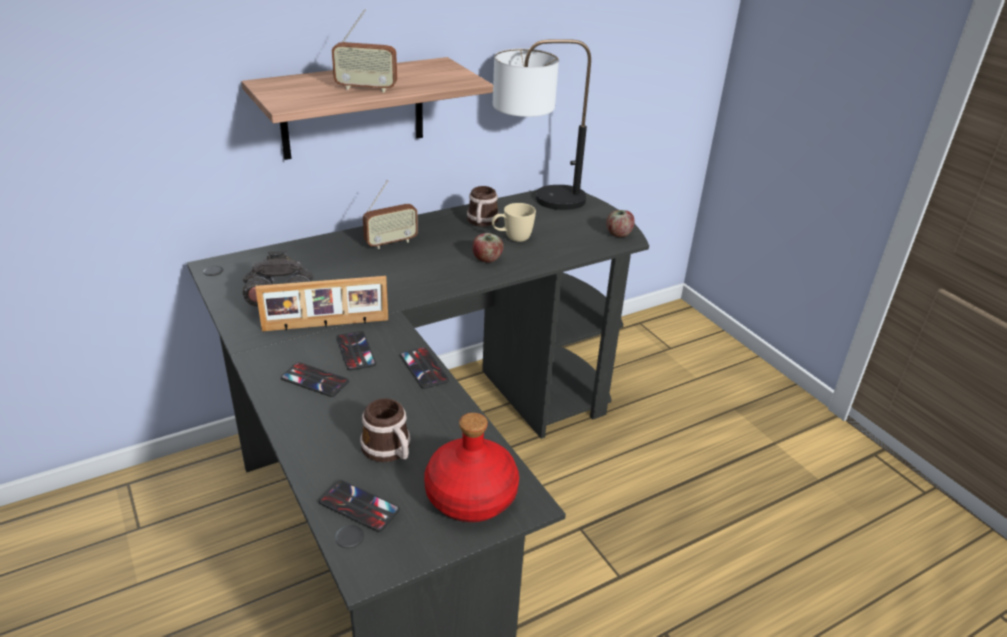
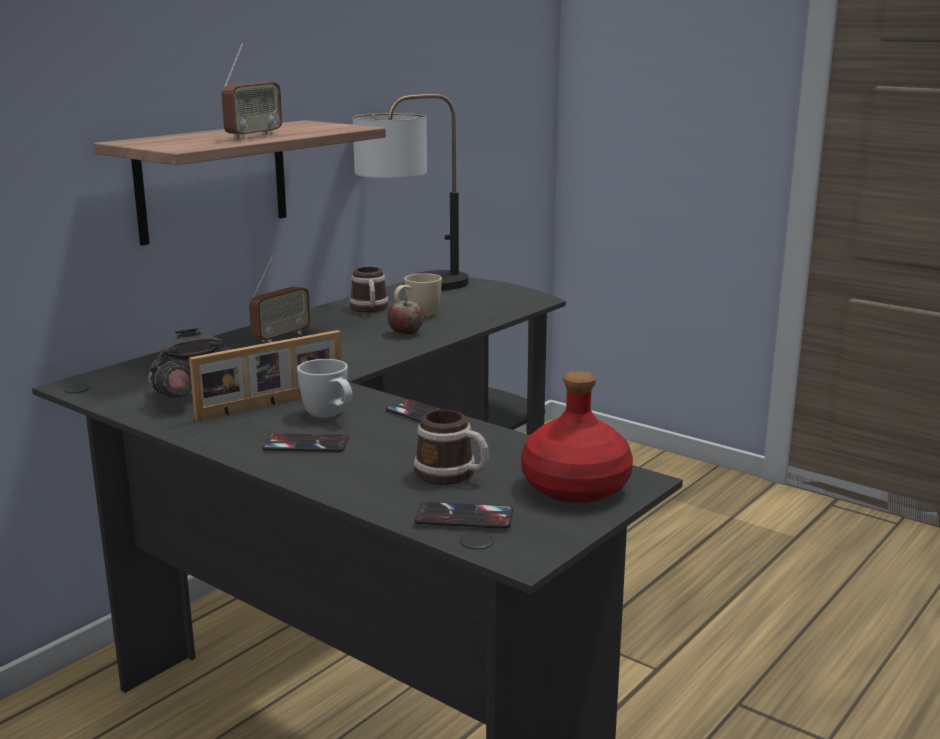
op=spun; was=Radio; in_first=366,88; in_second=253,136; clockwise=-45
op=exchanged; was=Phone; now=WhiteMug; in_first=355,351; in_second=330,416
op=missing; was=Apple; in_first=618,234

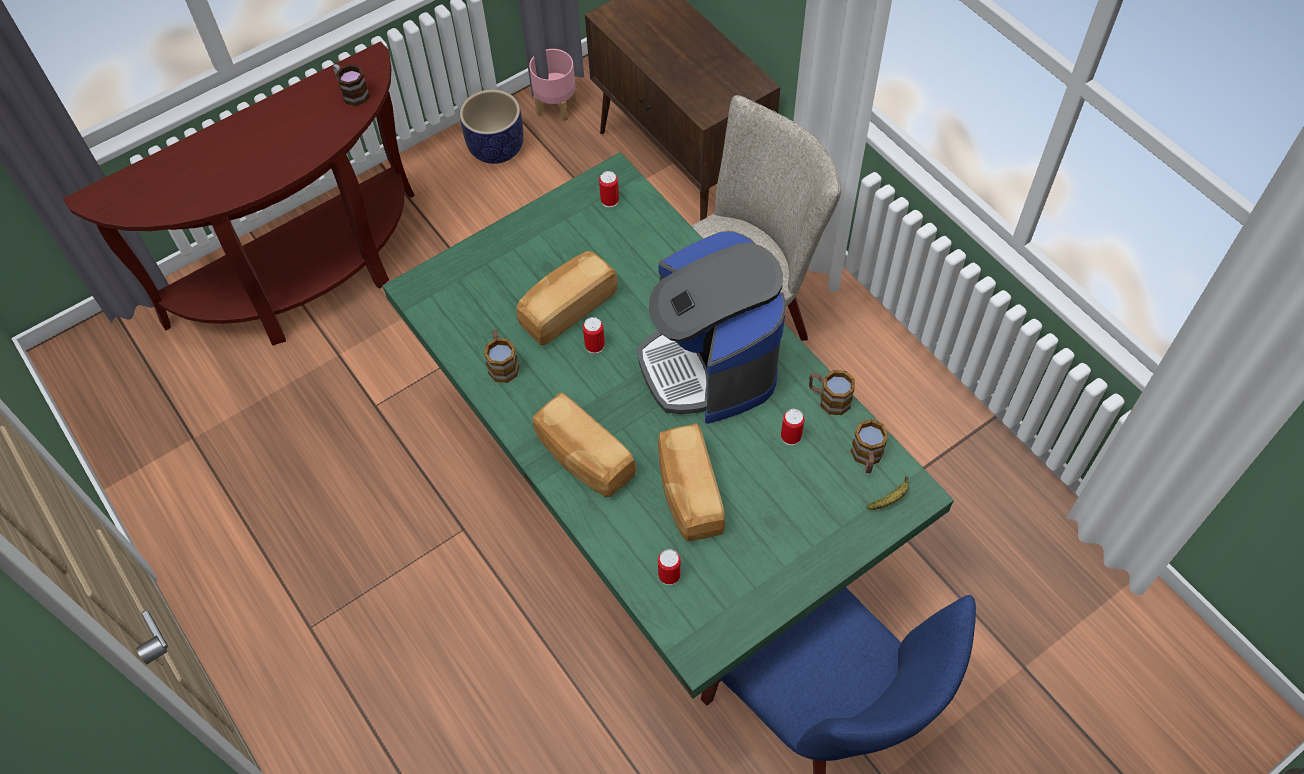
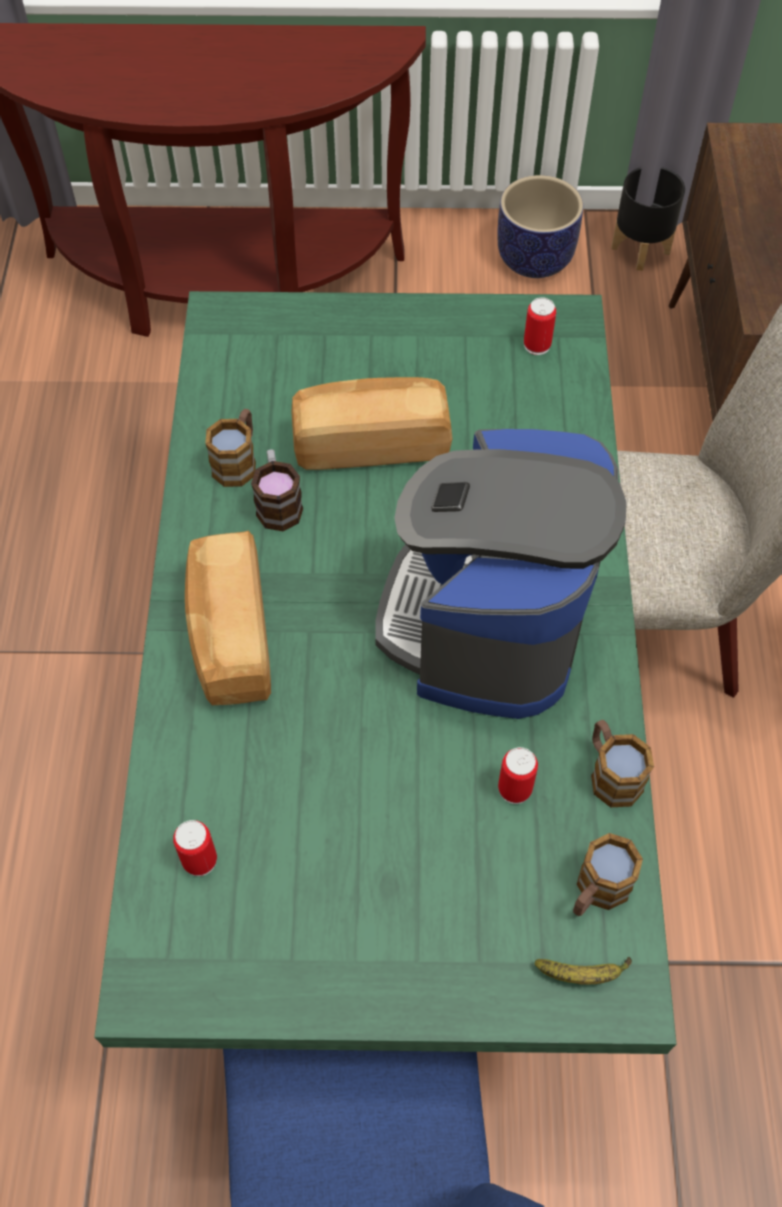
op=relocated; was=Mug; in_first=352,93; in_second=278,503
op=colour; was=PinkPlanter; now=BlackPlanter; in_first=556,106; in_second=641,249
op=missing; was=Can; in_first=594,346
op=missing; was=Bread; in_first=688,493

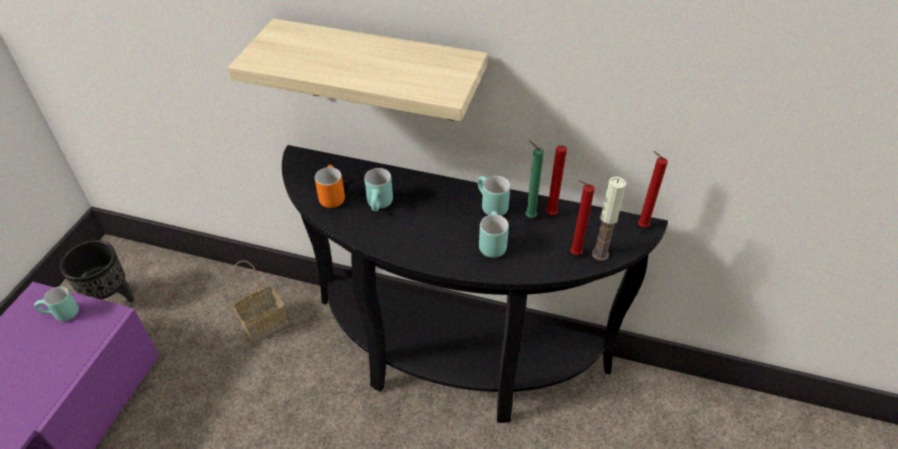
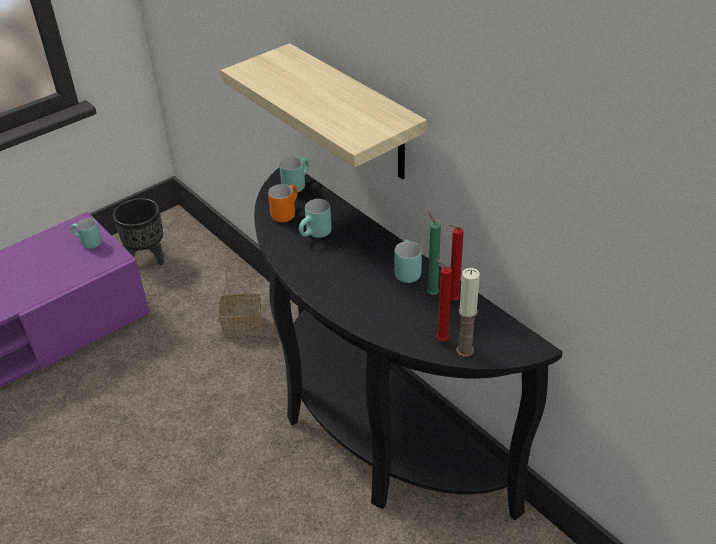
op=relocated; was=TurquoiseMug; in_first=490,244; in_second=296,184
op=missing; was=RedCandle; in_first=640,226

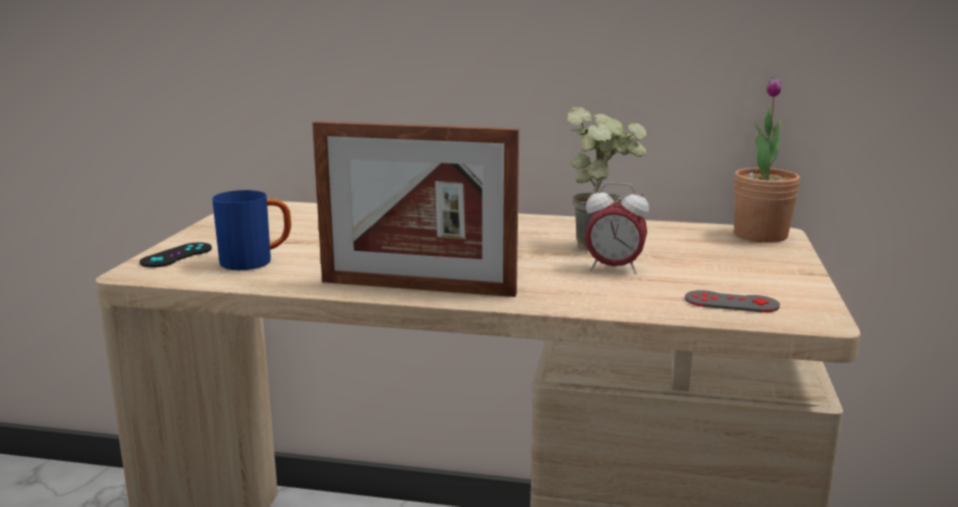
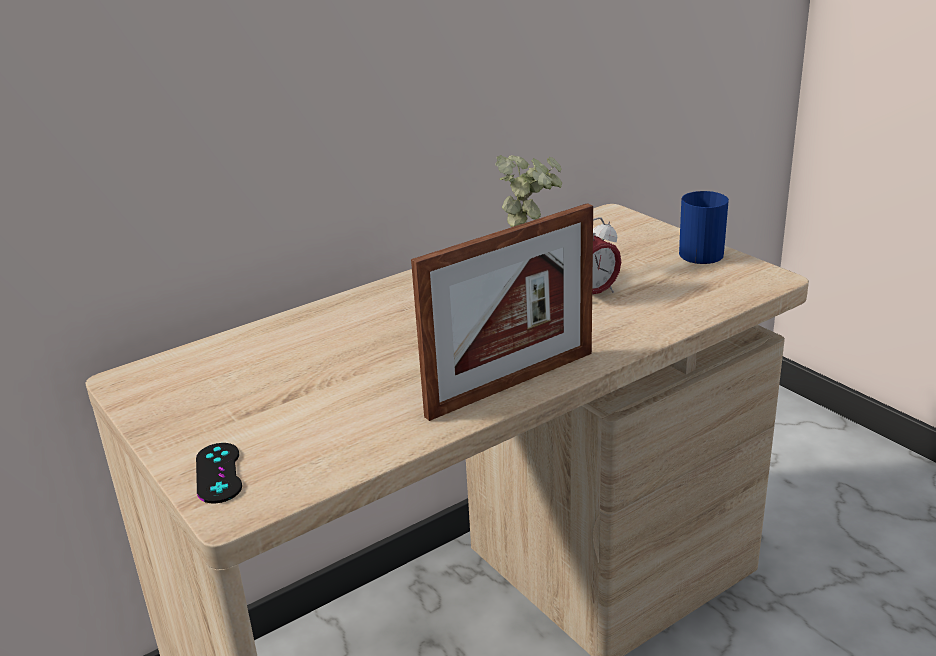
op=relocated; was=BlueMug; in_first=256,262; in_second=703,252
op=missing; was=GreyGameController; in_first=731,302
op=missing; was=PottedPlant; in_first=760,235

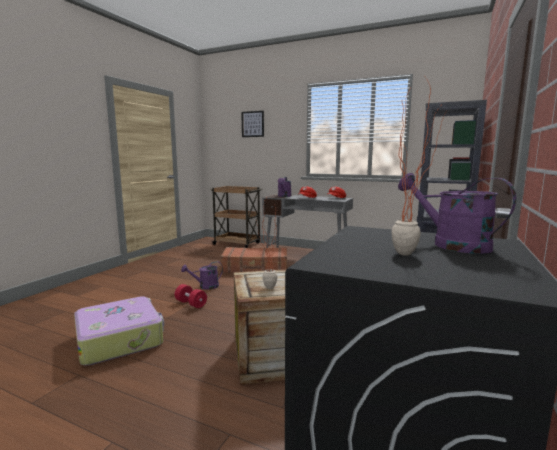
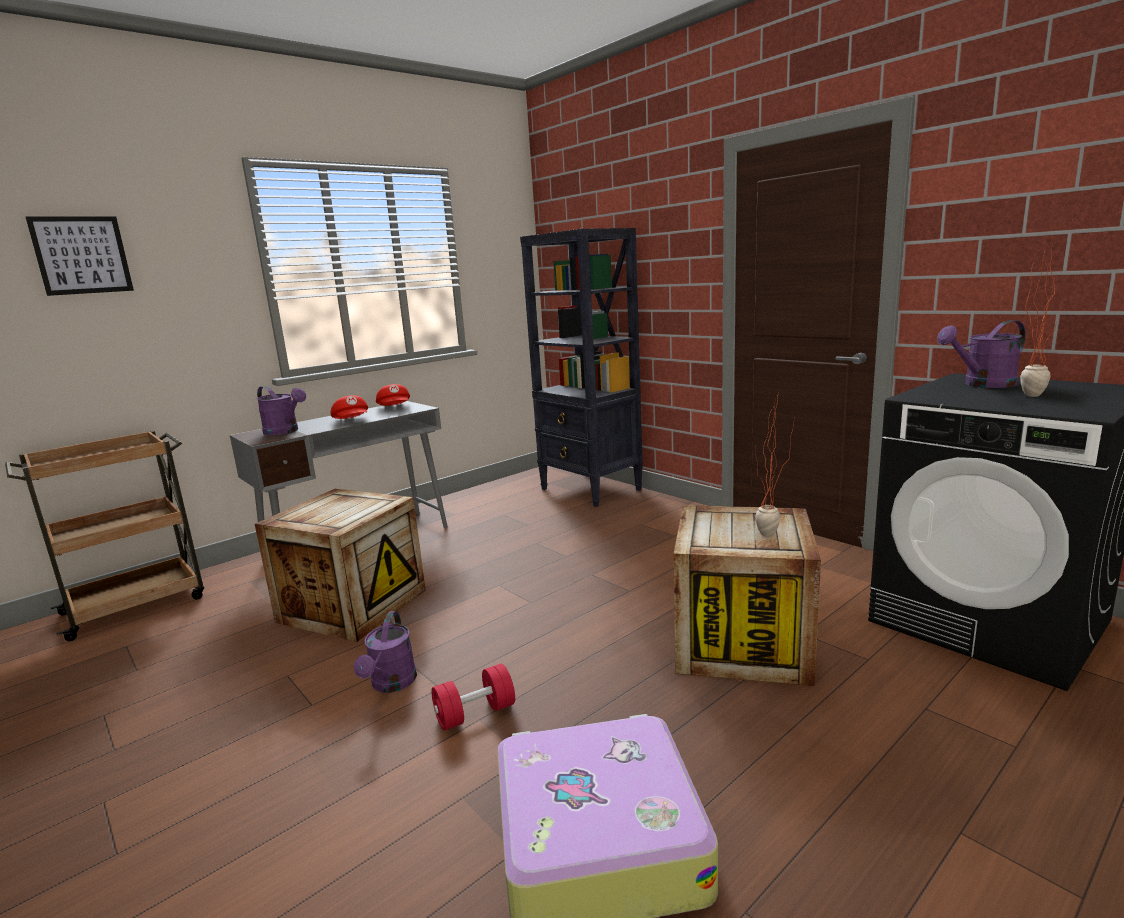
op=exchanged; was=BrownSuitcase; now=Crate; in_first=255,268; in_second=353,606

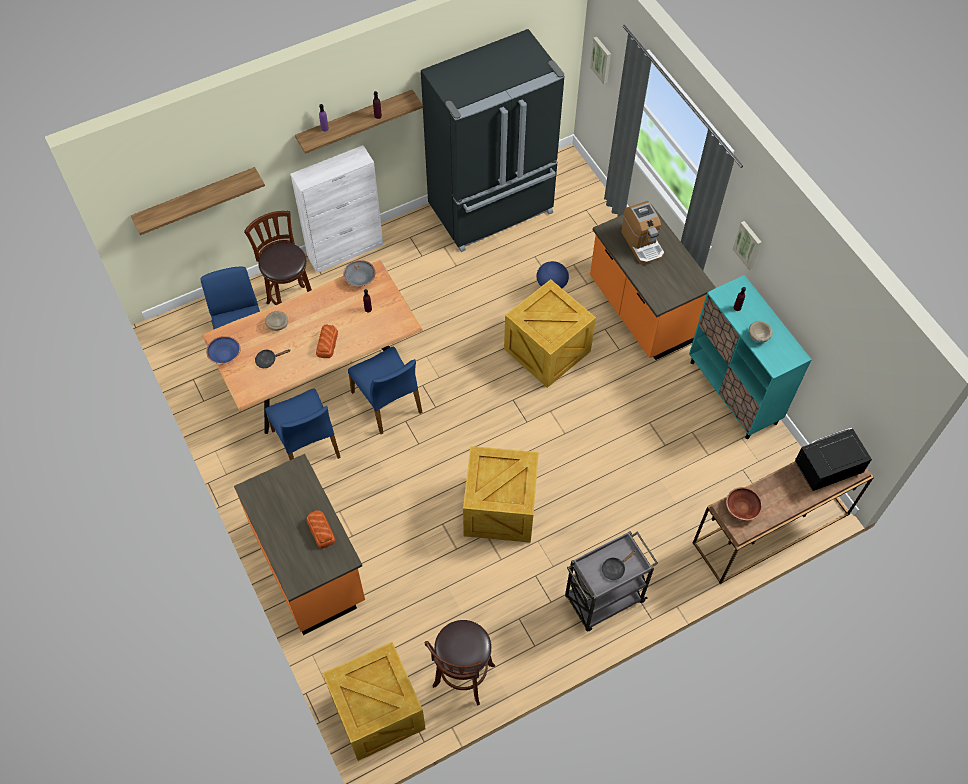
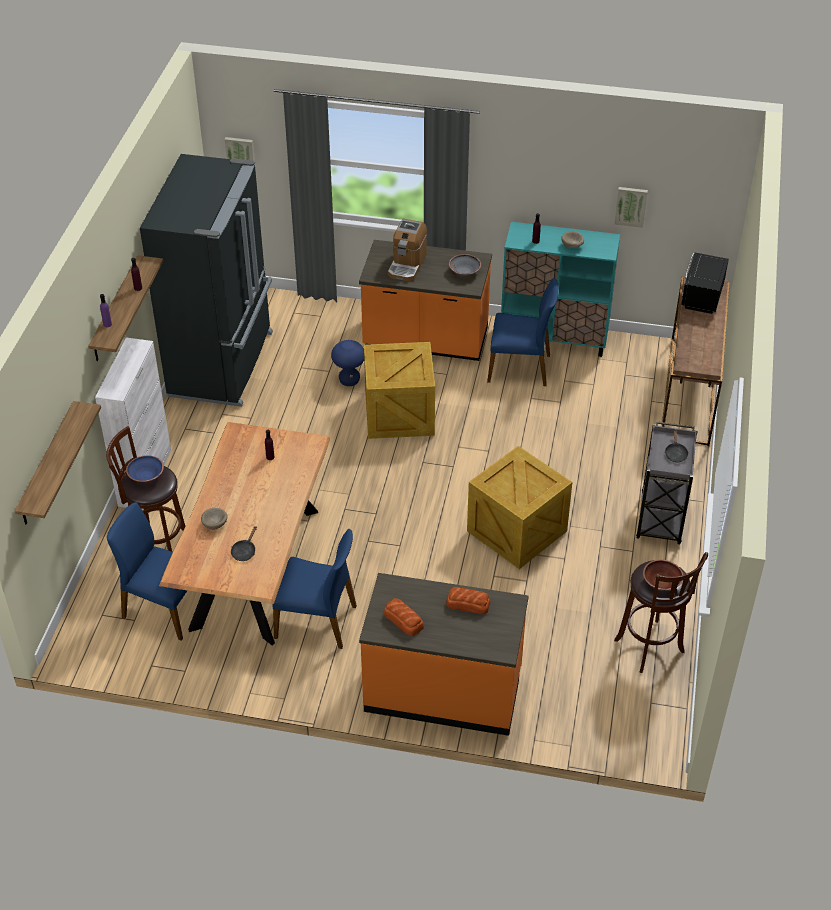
op=relocated; was=BlueBowl; in_first=225,355; in_second=146,476
op=relocated; was=Bread; in_first=326,344; in_second=404,620
op=spun; was=CoffeeMachine; in_first=642,243; in_second=407,265; clockwise=90
op=relocated; was=GreyBowl; in_first=360,278; in_second=464,272
op=relocated; was=BlueChair; in_first=388,402; in_second=520,367
op=relocated; was=Picture; in_first=748,244; in_second=631,206
op=relocated; was=BrownBowl; in_first=741,508; in_second=661,582
op=missing; was=Crate; in_first=379,712

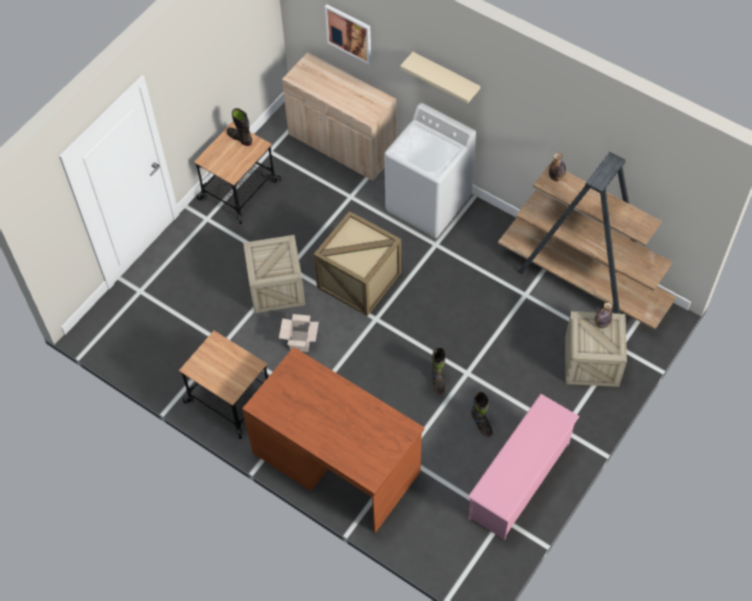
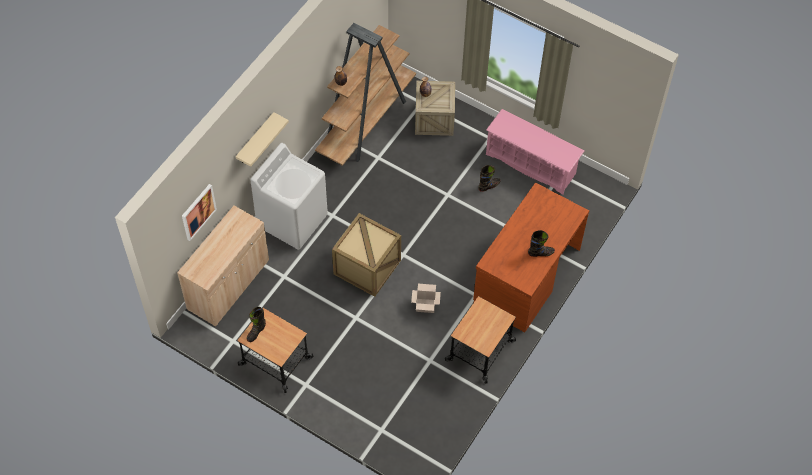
op=relocated; was=BlackBoot; in_first=438,380; in_second=541,253
op=missing; was=Crate; in_first=276,287

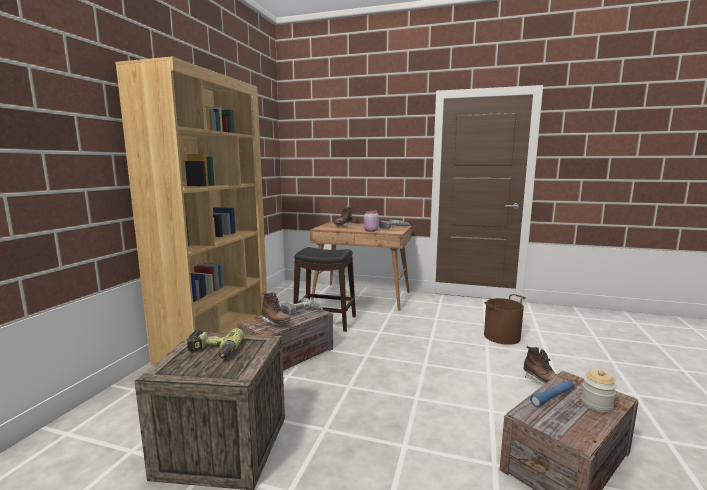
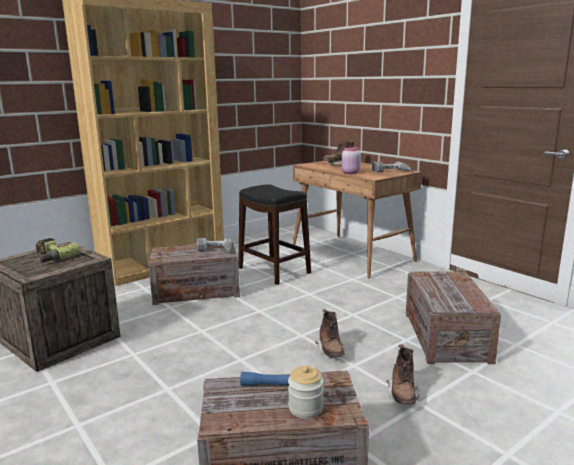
op=relocated; was=BrownBoot; in_first=275,322; in_second=331,351
op=exchanged; was=BrownBucket; now=Crate; in_first=502,337; in_second=446,337

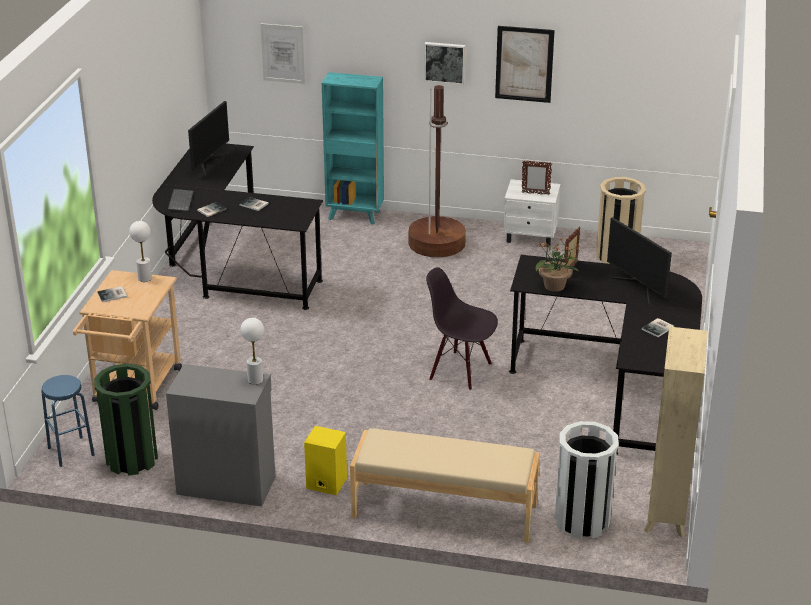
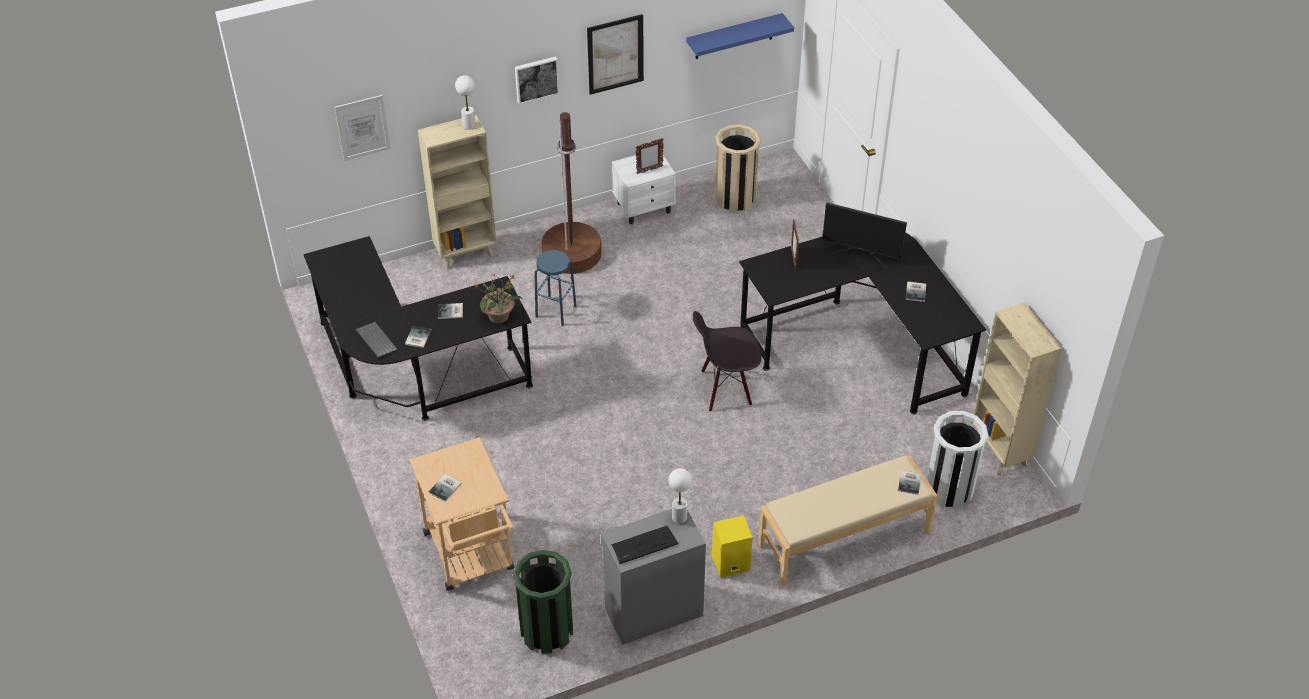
op=colour; was=TurquoiseBookcase; now=BeigeBookcase; in_first=355,215; in_second=466,253
op=relocated; was=WhiteTableLamp; in_first=144,278; in_second=469,126
op=relocated; was=PottedPlant; in_first=555,286; in_second=499,316
op=relocated; was=BlueStool; in_first=71,451; in_second=556,311
op=appeared; now=Keyboard; in_second=644,545
op=appeared; now=BlueShelf; in_second=734,36
op=appeared; now=Book; in_second=910,482
op=missing; was=Monitor; in_first=208,162

